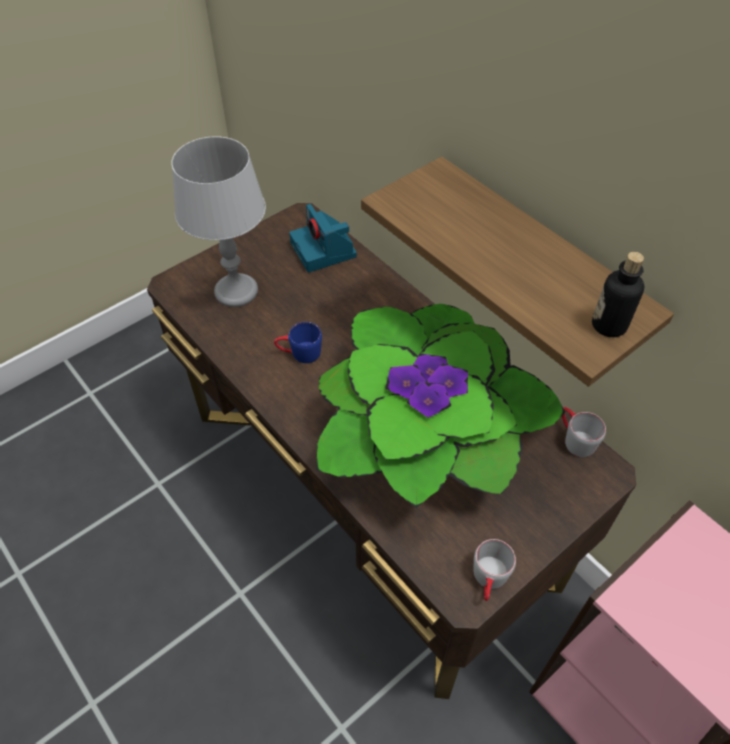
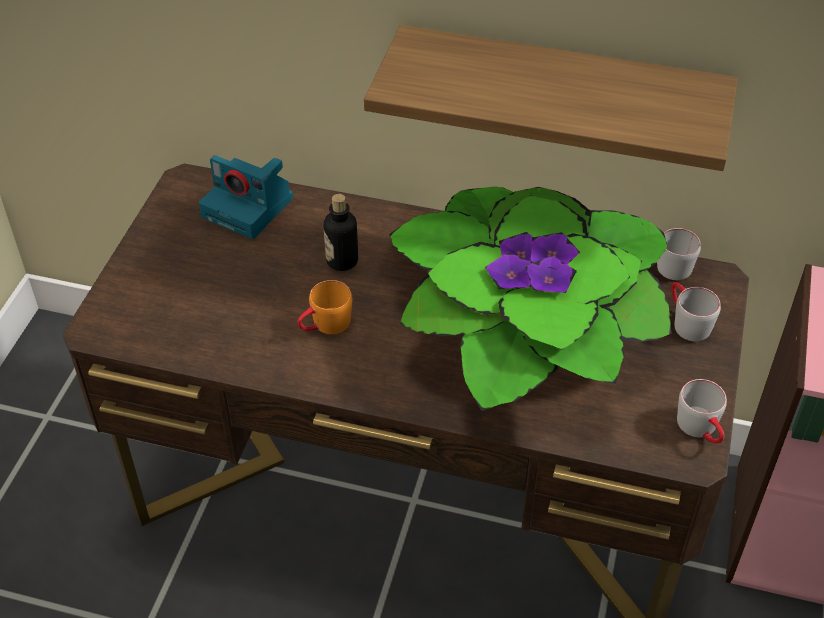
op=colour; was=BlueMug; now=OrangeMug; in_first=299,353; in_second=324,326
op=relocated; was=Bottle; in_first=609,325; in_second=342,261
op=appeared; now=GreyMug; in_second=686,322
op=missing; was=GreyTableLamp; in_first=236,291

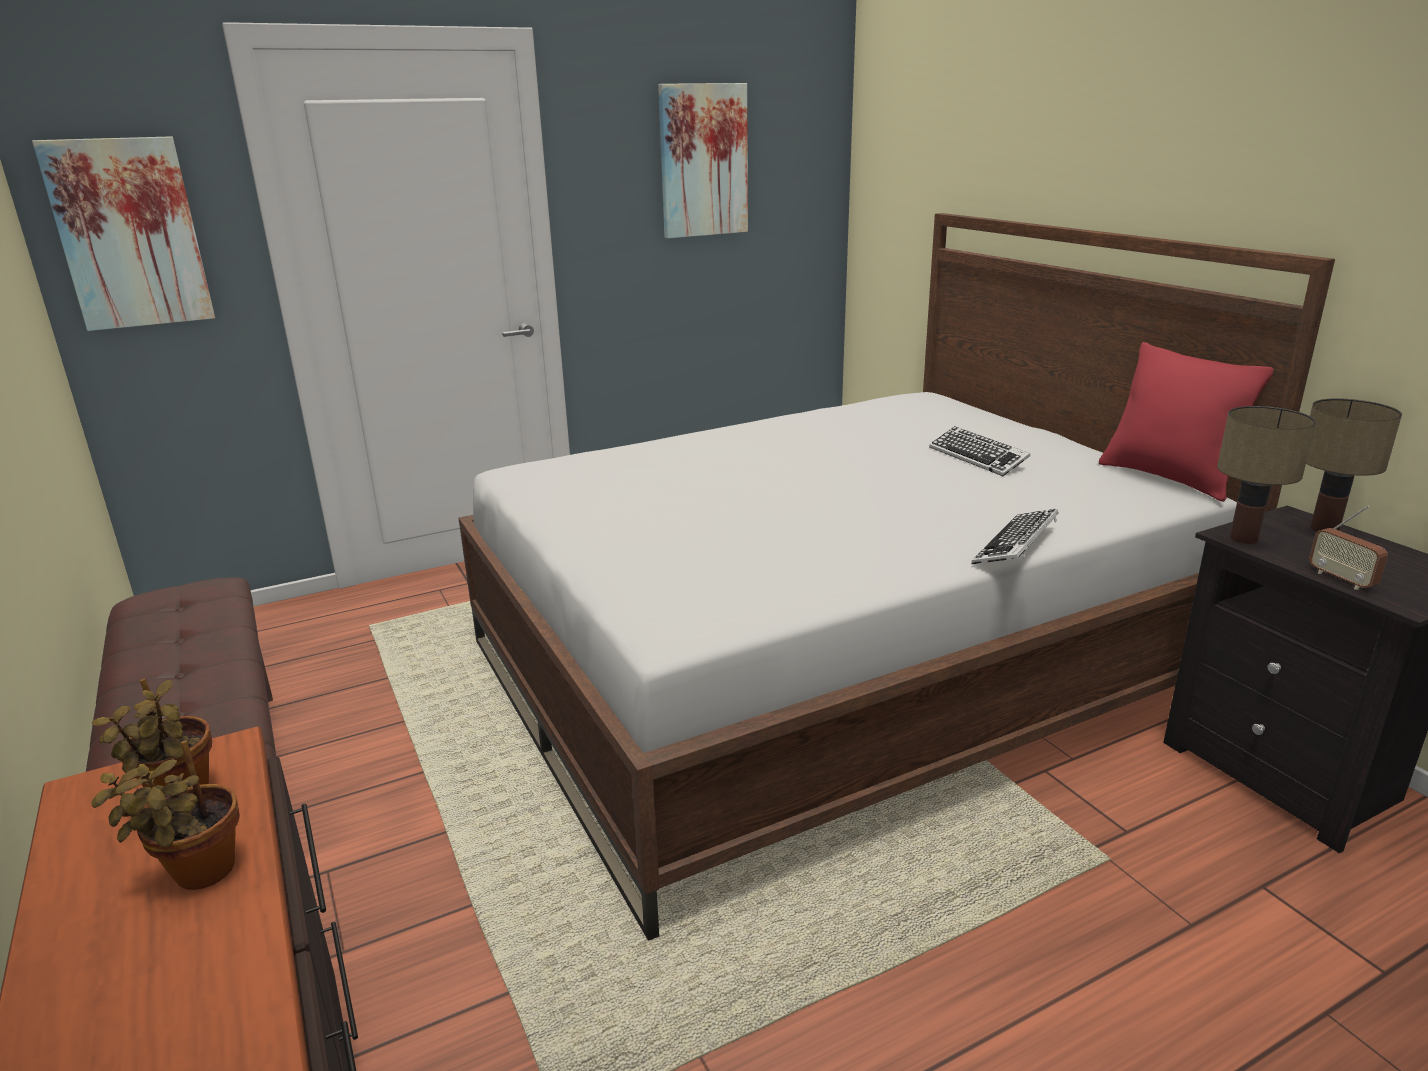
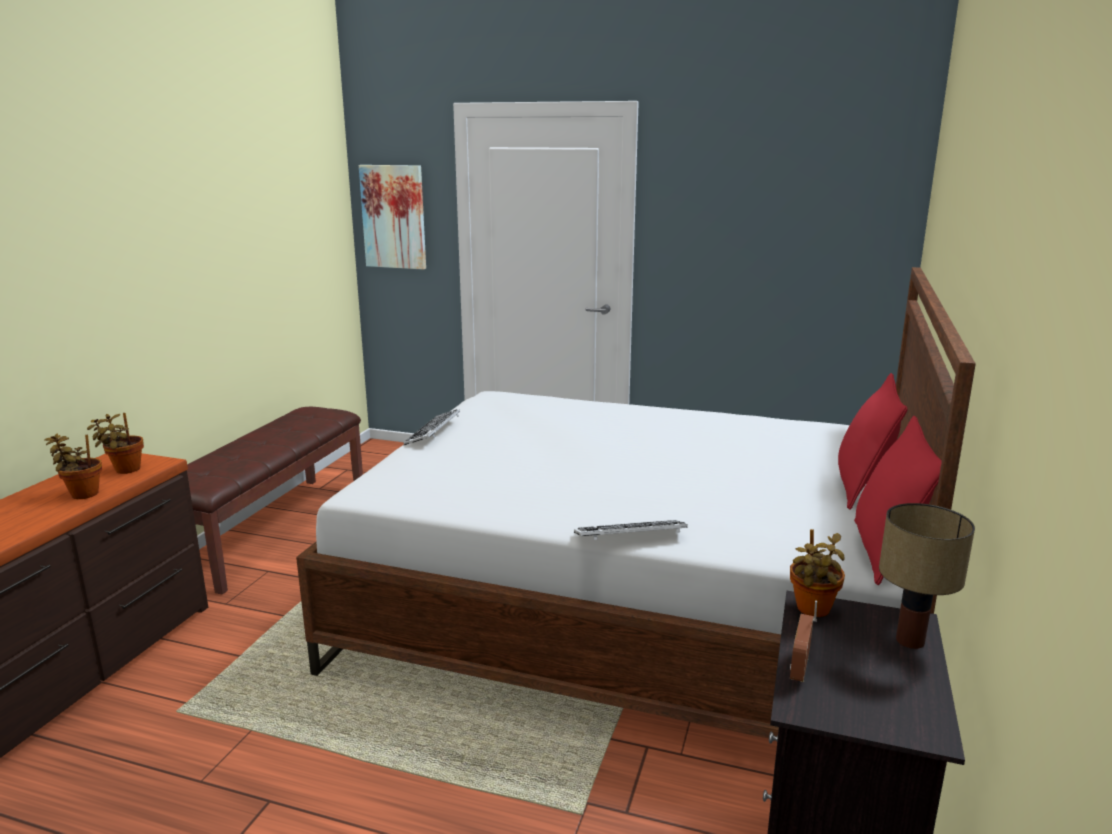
op=relocated; was=Keyboard; in_first=977,458; in_second=433,433
op=exchanged; was=TableLamp; now=PottedPlant; in_first=1243,538; in_second=812,610
op=appeared; now=RedPillow; in_second=861,487
op=missing; was=Picture; in_first=703,161

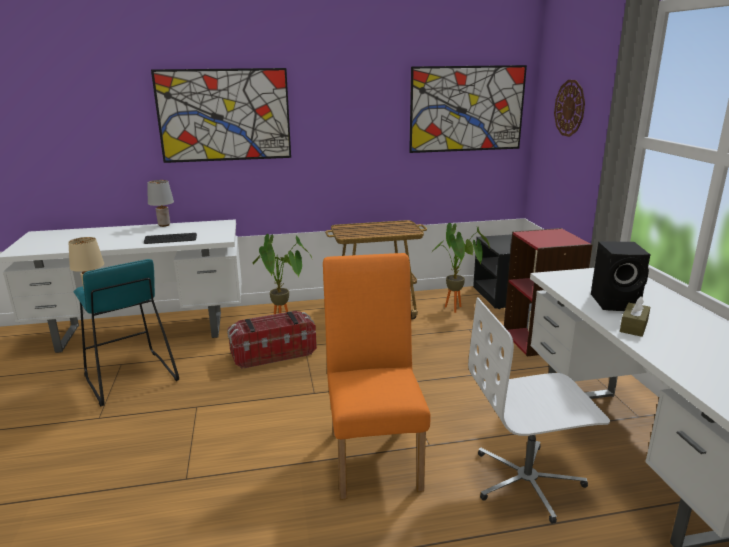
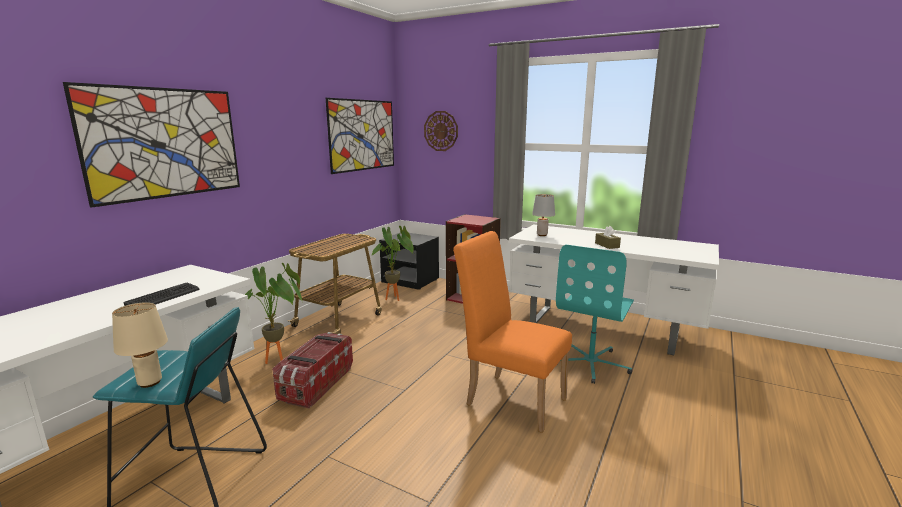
op=relocated; was=GreyTableLamp; in_first=164,225; in_second=542,235
op=colour; was=WhiteOfficeChair; now=TurquoiseOfficeChair; in_first=527,481; in_second=591,363
op=missing; was=BlackSpeaker; in_first=616,303

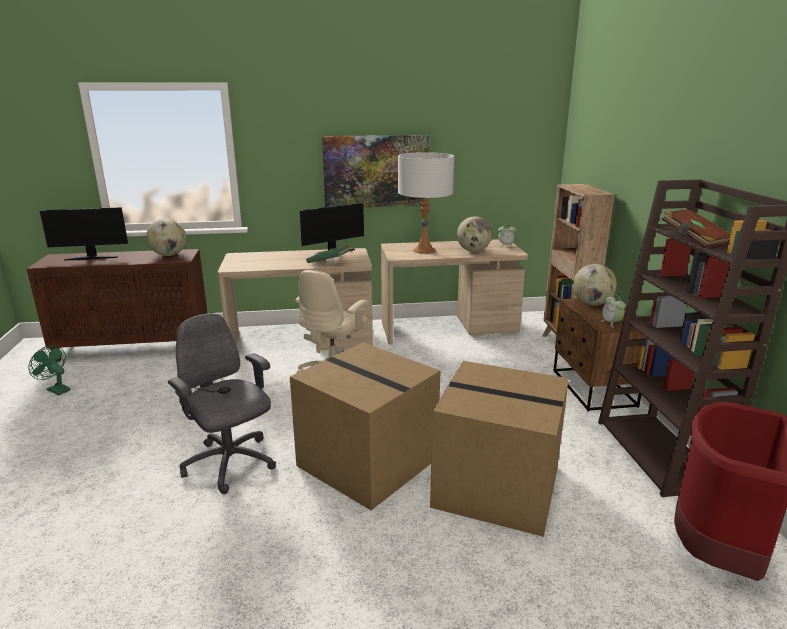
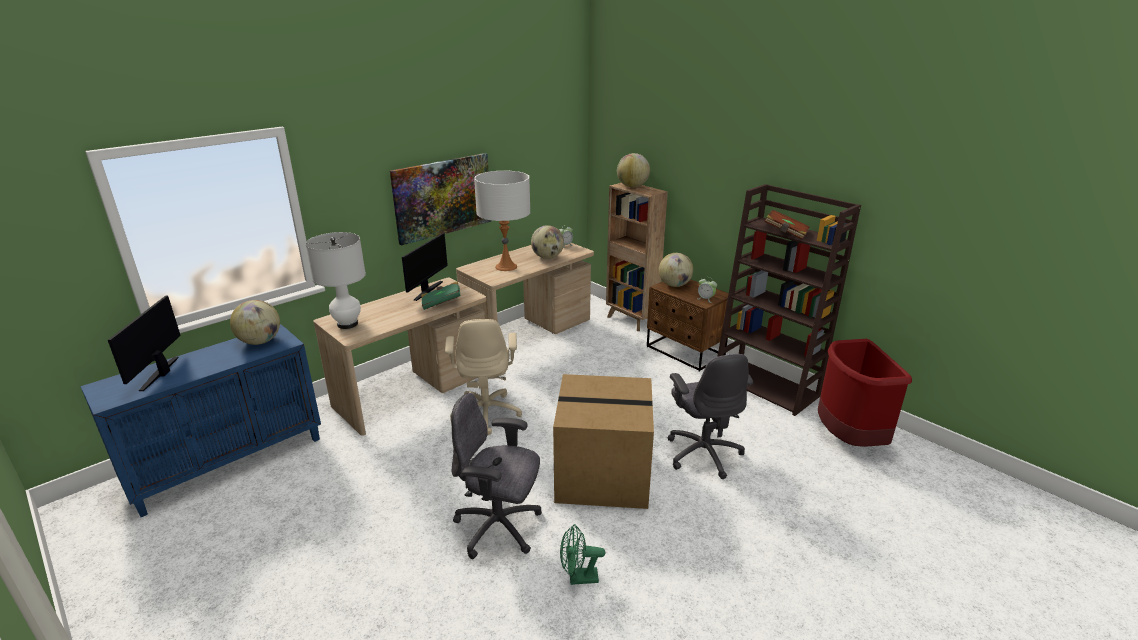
op=colour; was=BrownCabinet; now=BlueCabinet; in_first=135,348; in_second=229,462
op=spun; was=Monitor; in_first=91,258; in_second=162,373; clockwise=135
op=appeared; now=WhiteTableLamp; in_second=347,324
op=relocated; was=GreenFan; in_first=56,389; in_second=578,578
op=appeared; now=Globe; in_second=632,186
op=exchanged; was=CardboardBox; now=GreyOfficeChair; in_first=494,487; in_second=703,453

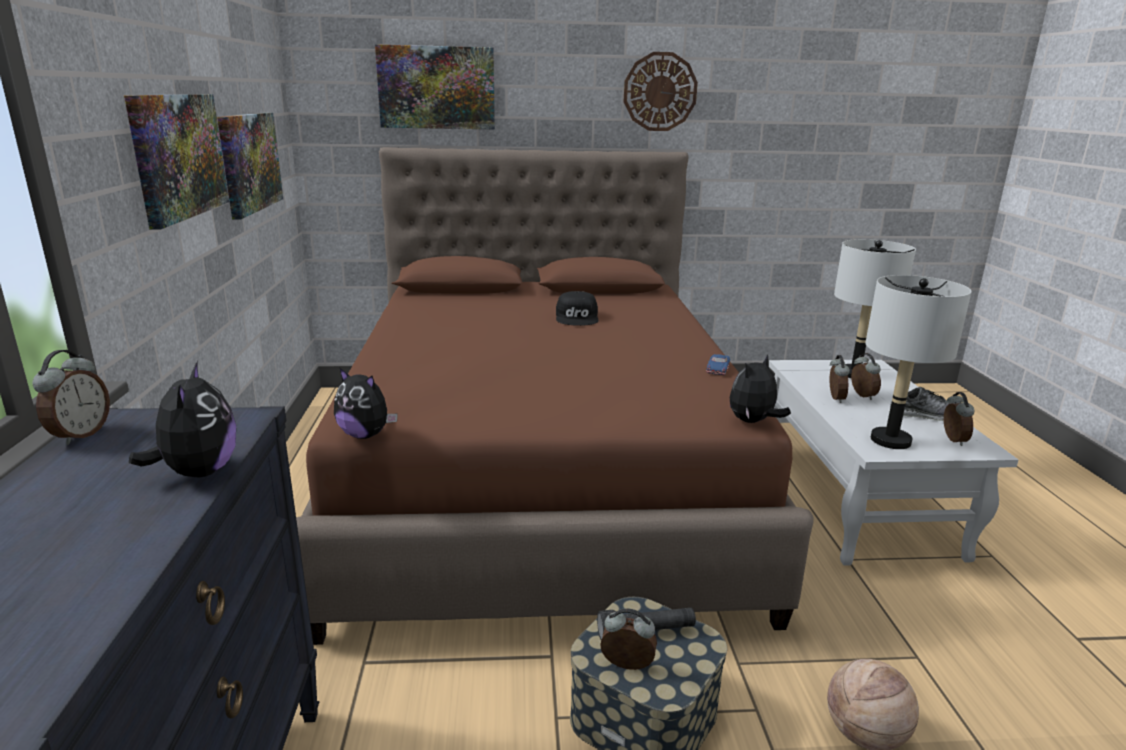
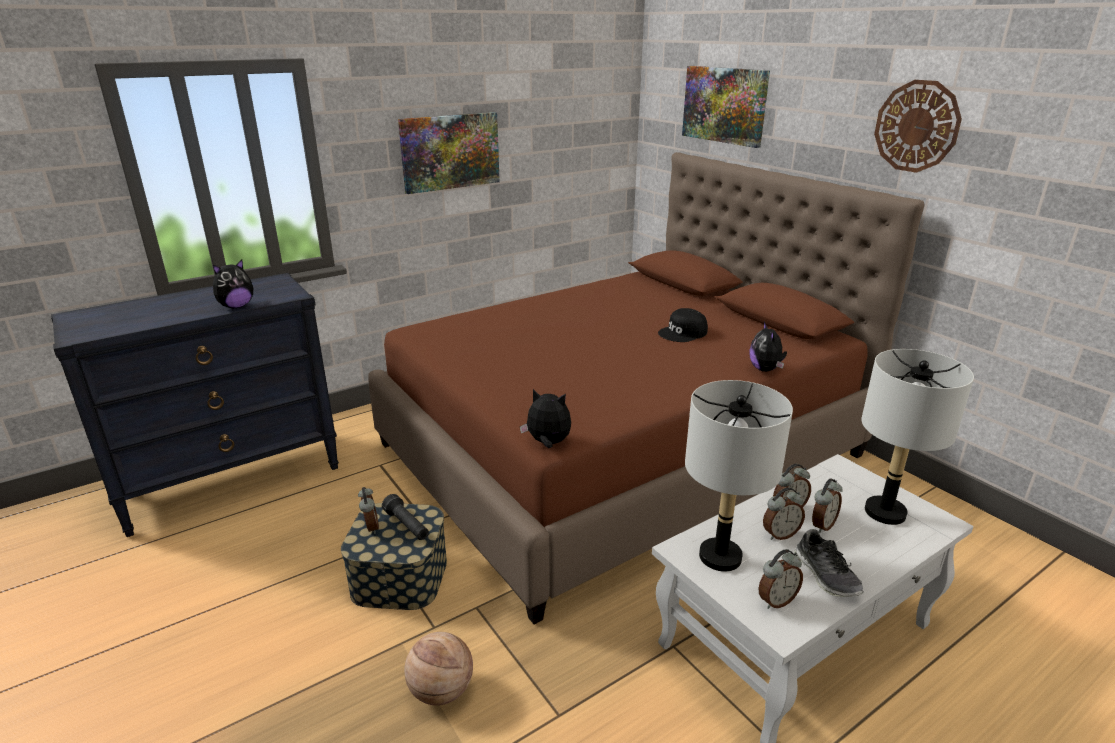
op=relocated; was=PlushToy; in_first=365,435; in_second=765,369
op=relocated; was=AlarmClock; in_first=80,435; in_second=780,534
op=missing; was=Picture; in_first=249,162
op=missing; was=BlueToyCar; in_first=718,367

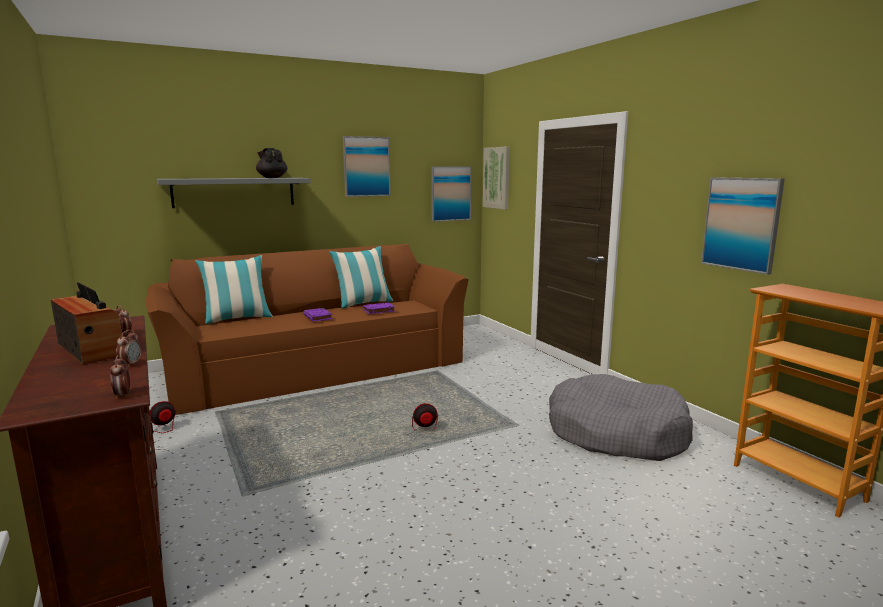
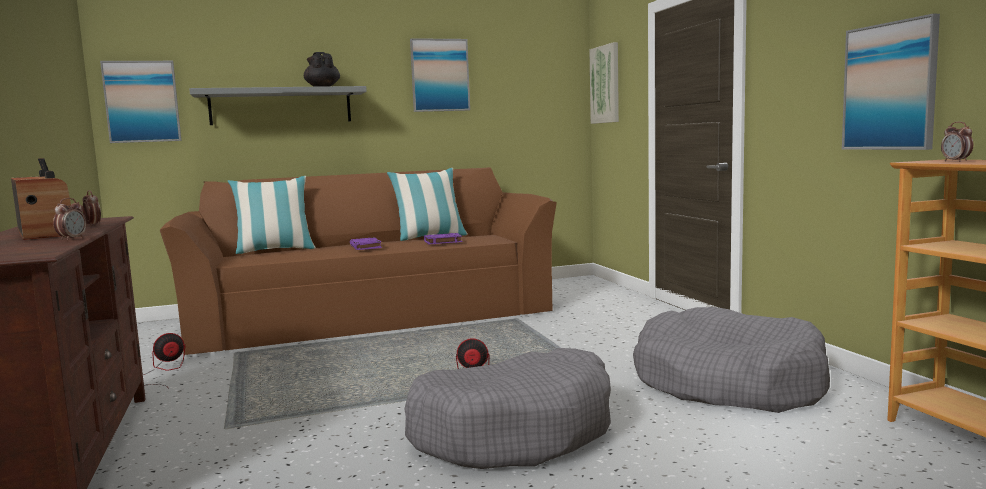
op=relocated; was=Picture; in_first=450,193; in_second=142,101
op=appeared; now=GreyDogBed; in_second=514,431
op=relocated; was=AlarmClock; in_first=122,395; in_second=956,161

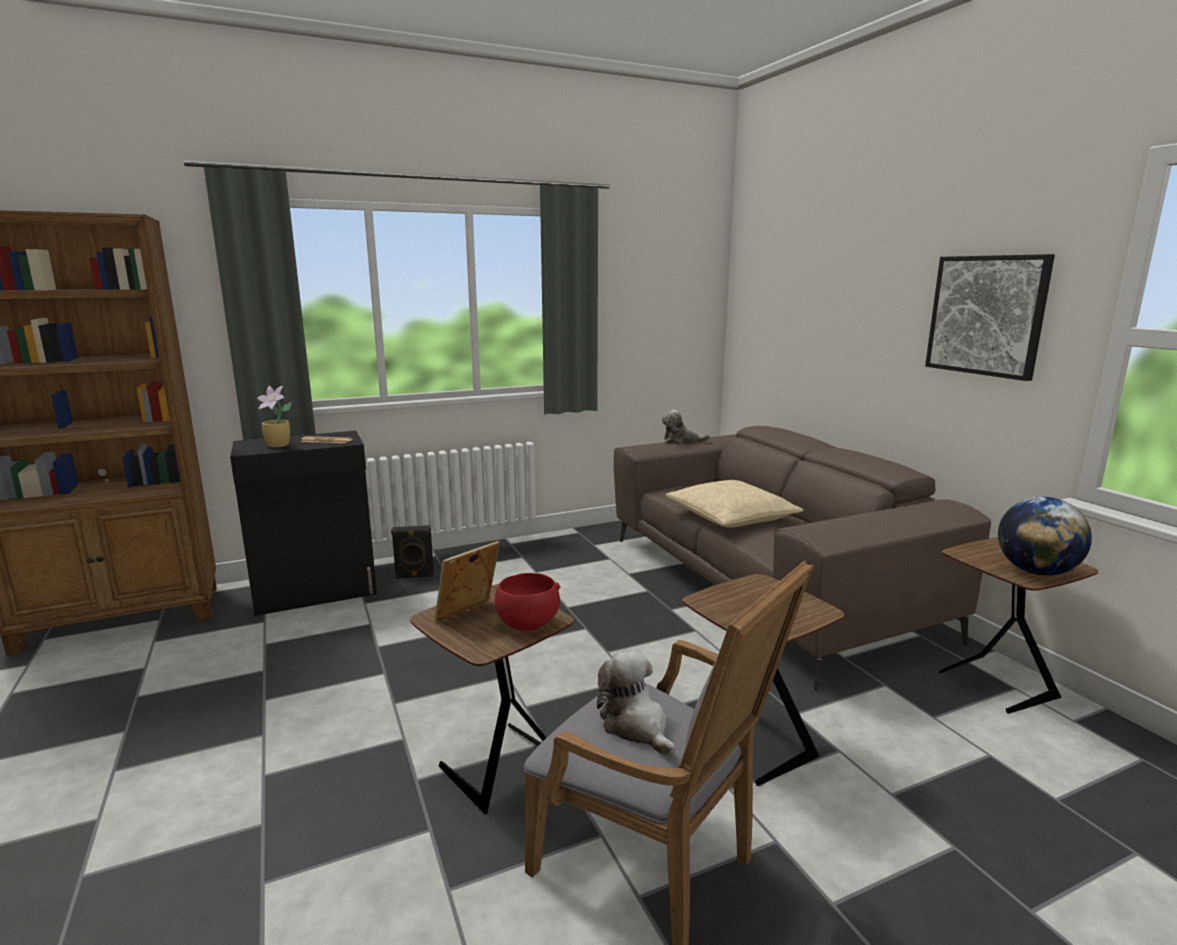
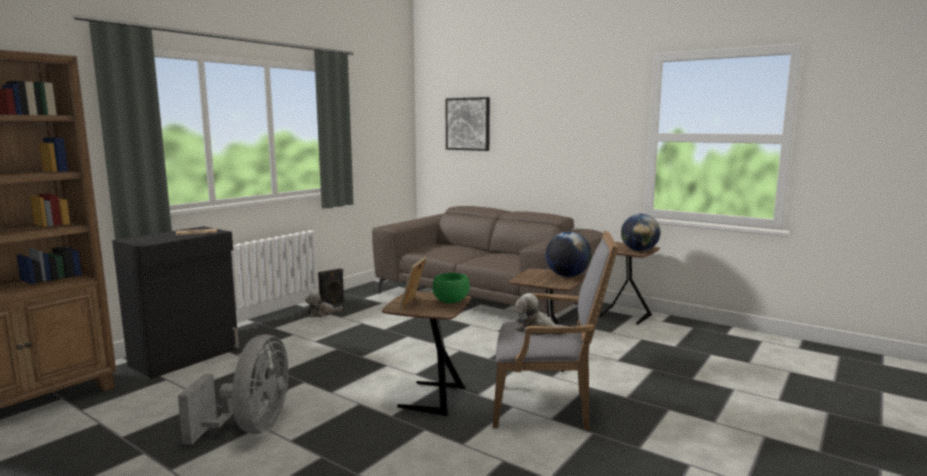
op=appeared; now=GreyFan; in_second=251,428
op=relocated; was=PlushToy; in_first=681,441; in_second=322,313
op=relocated; was=BlackSpeaker; in_first=414,576; in_second=332,303
op=colour; was=RedBowl; now=GreenBowl; in_first=526,624; in_second=450,301
op=relocated; was=Picture; in_first=986,315; in_second=468,124
op=appeared; now=Globe; in_second=567,276
op=missing; was=PottedPlant; in_first=279,445
op=missing; was=BeigePillow; in_first=731,517

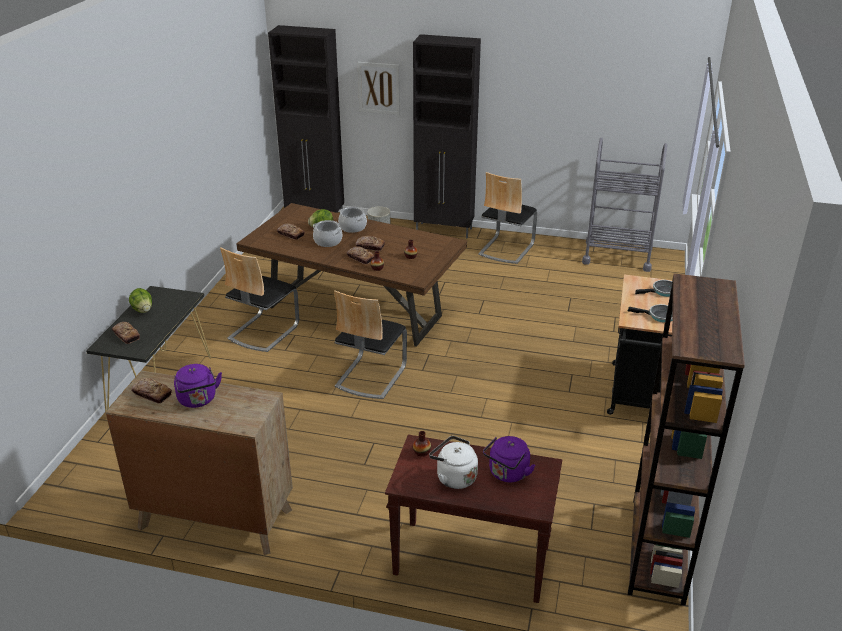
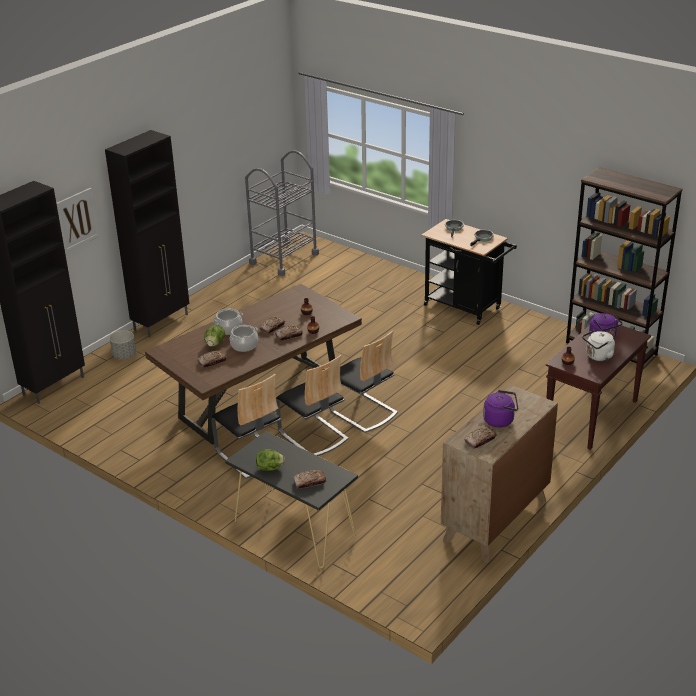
op=relocated; was=Chair; in_first=506,249; in_second=313,436

